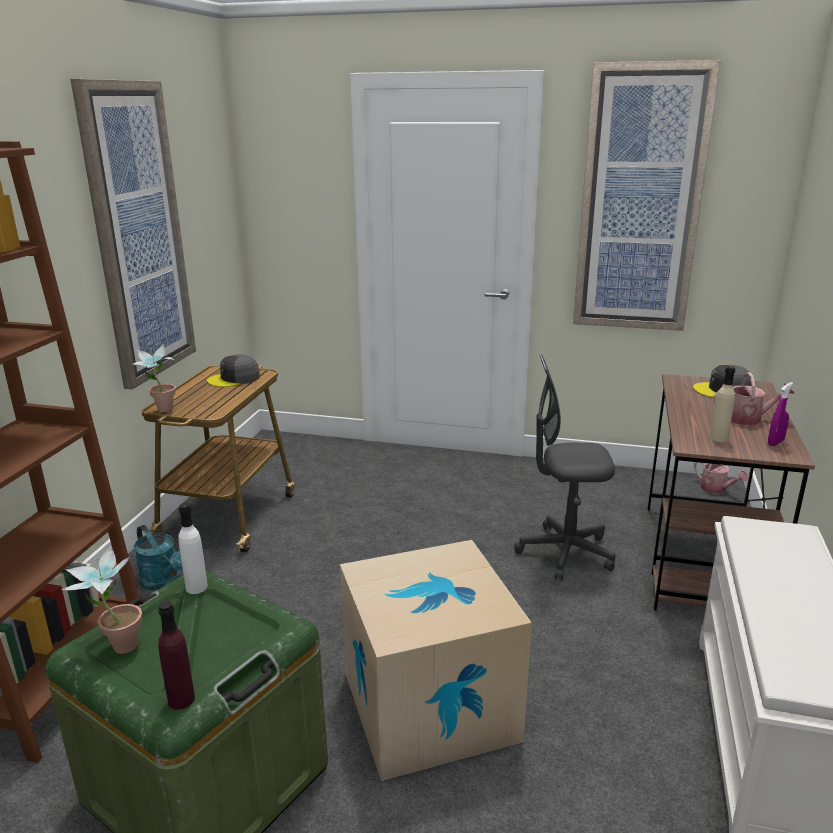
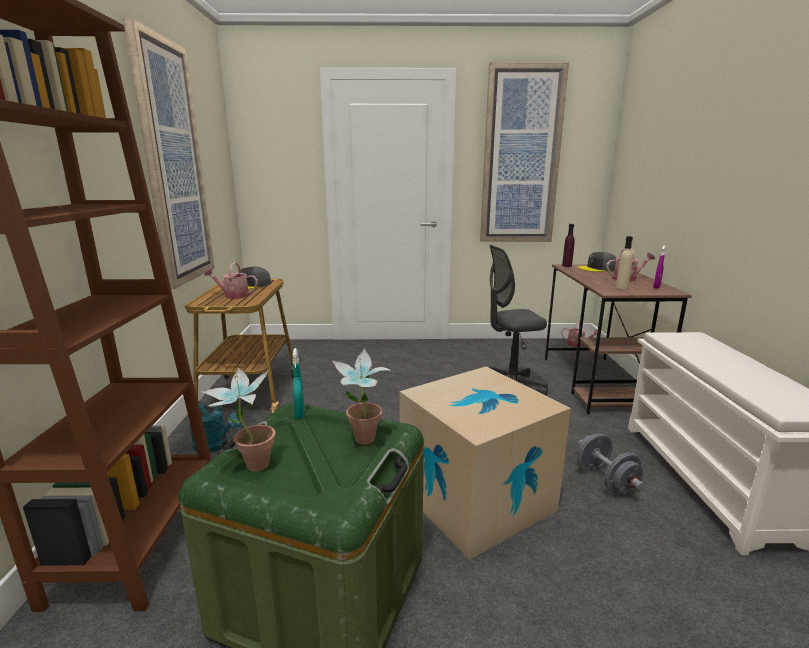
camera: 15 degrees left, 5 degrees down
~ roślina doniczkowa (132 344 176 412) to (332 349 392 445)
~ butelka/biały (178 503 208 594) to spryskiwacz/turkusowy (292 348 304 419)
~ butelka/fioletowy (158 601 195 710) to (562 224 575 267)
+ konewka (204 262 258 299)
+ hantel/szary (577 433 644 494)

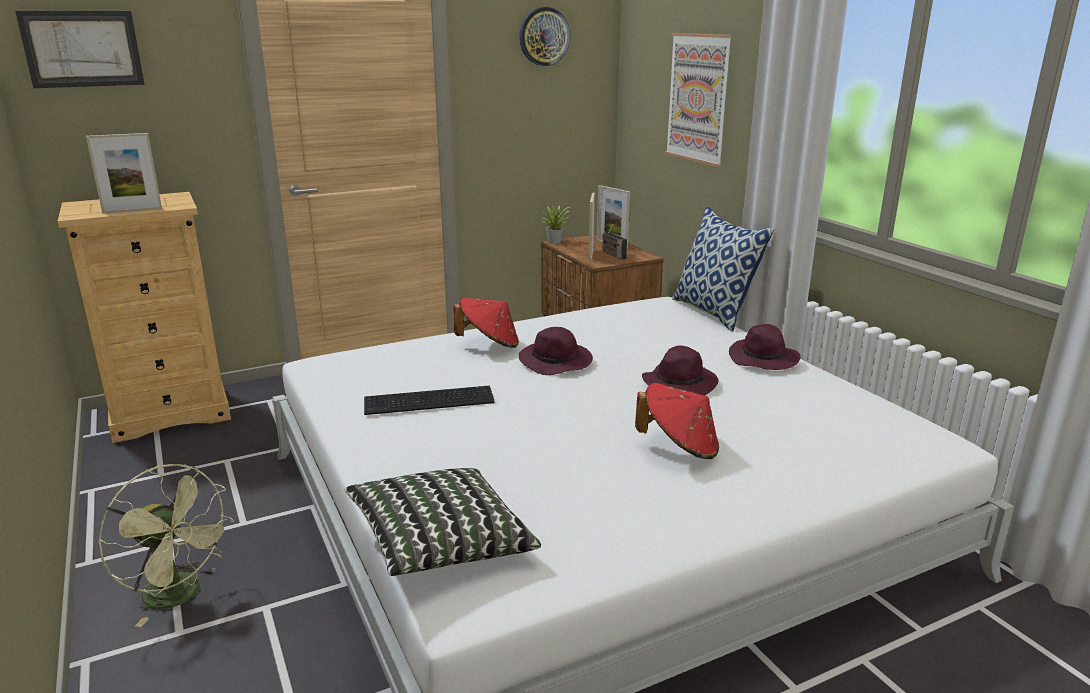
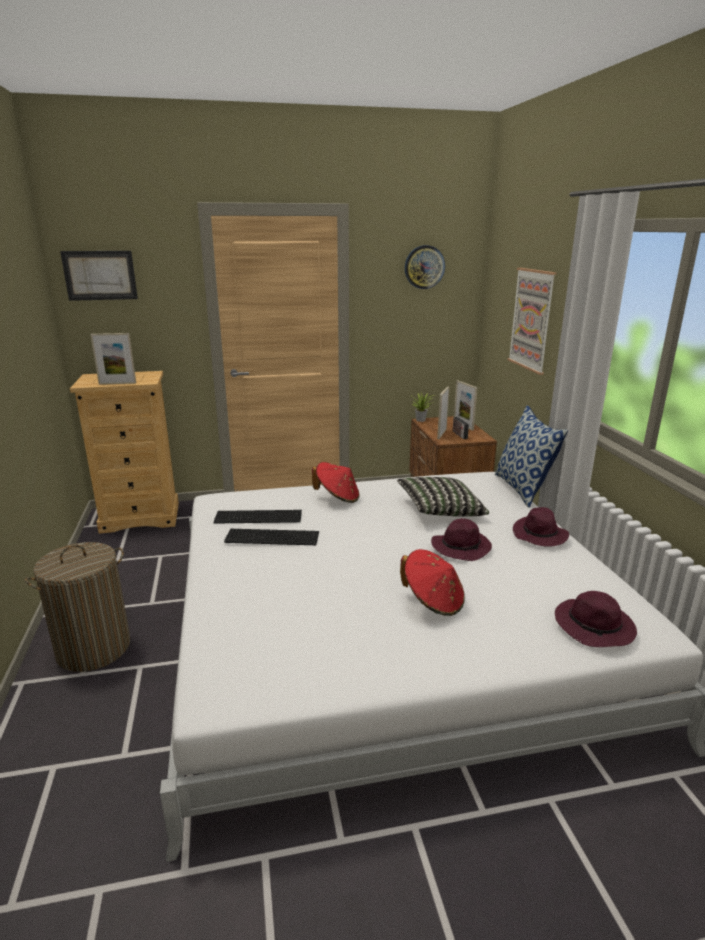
camera: 15 degrees right, 0 degrees up
~ kapelusz/fioletowy (519 327 593 375) to (555 591 637 647)
~ wentylator/zielony (98 464 234 627) to kosz na pranie (25 542 130 672)
~ poduszka (345 468 541 576) to (397 477 489 517)
+ klawiatura (214 510 302 524)

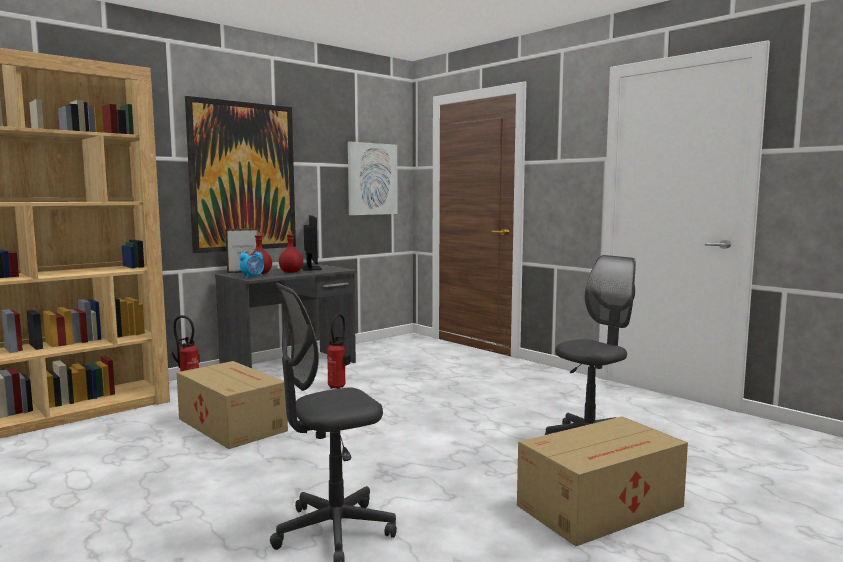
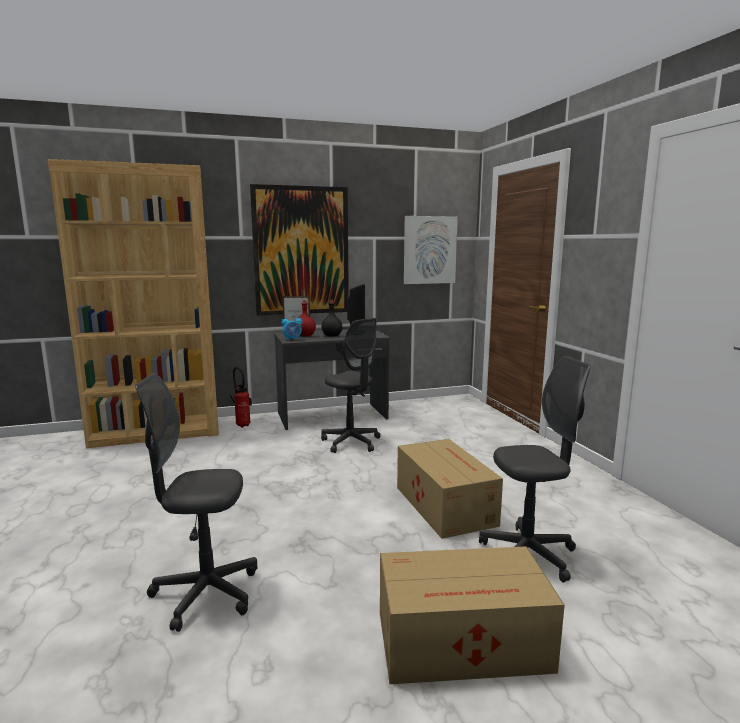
camera: 25 degrees right, 5 degrees up
~ butelka/czerwony (279 231 303 273) to butelka/czarny (321 300 343 337)
~ gaśnica (327 314 350 389) to krzesło biurowe/szary (321 318 381 453)
~ karton (176 361 288 449) to (397 439 503 539)

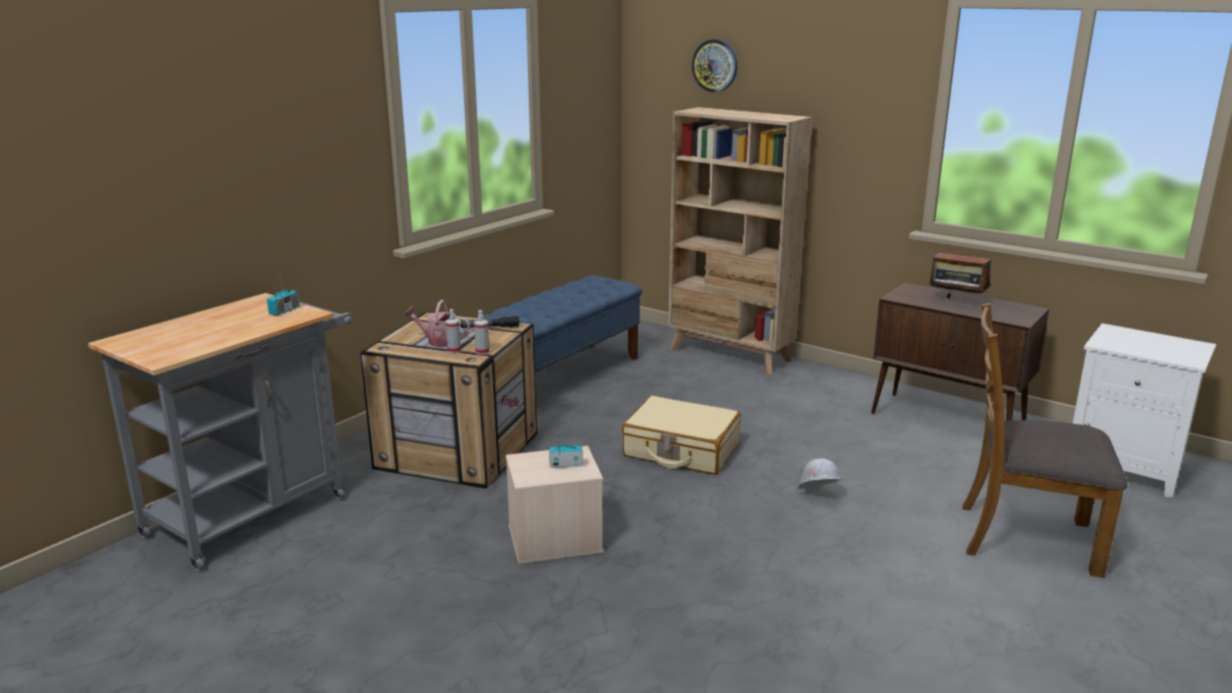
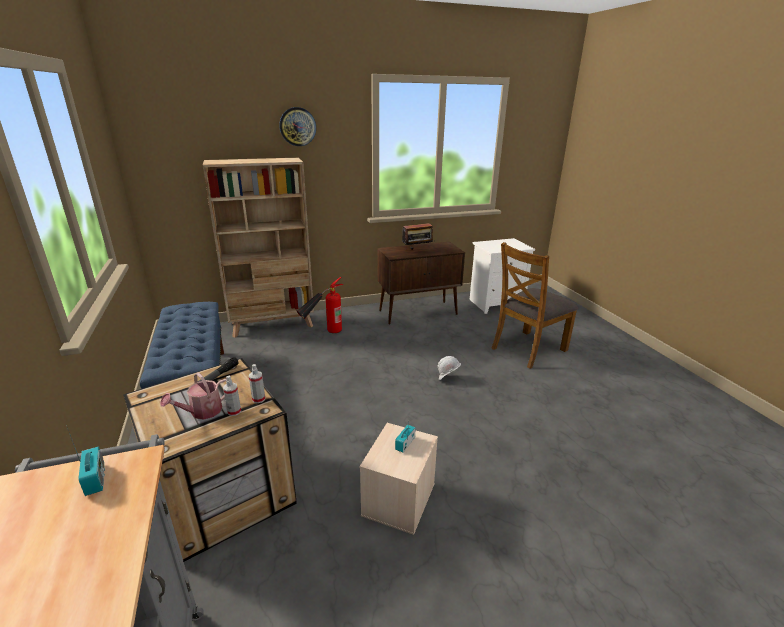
camera: 55 degrees left, 5 degrees up
~ zegar ścienny (692 39 737 92) to (279 107 316 146)
- walizka/beżowy (622 396 741 475)
+ gaśnica (297 277 344 333)

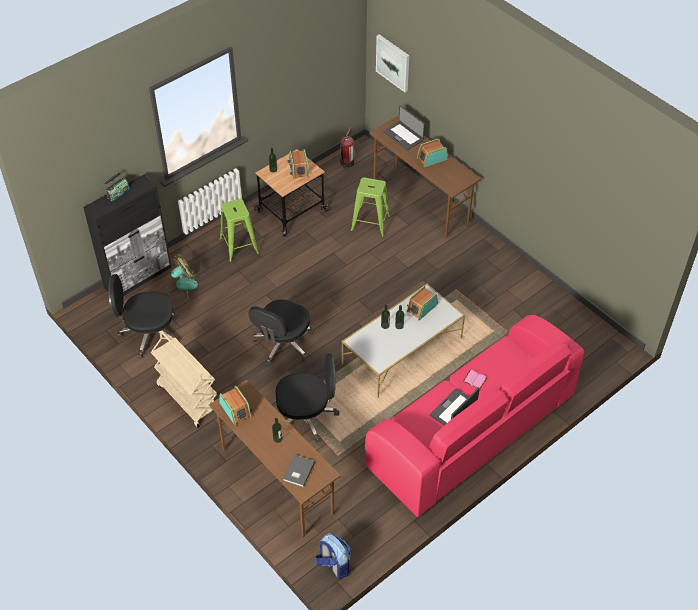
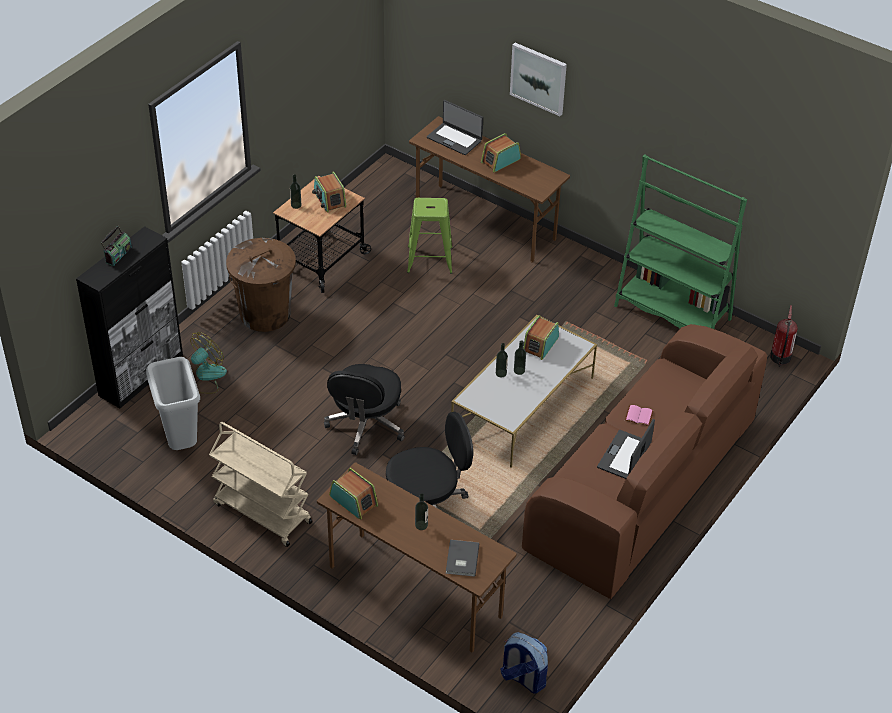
camera: 15 degrees left, 5 degrees down
~ obraz (376 34 409 92) to (510 43 567 116)
~ gaśnica (340 127 354 169) to (770 305 798 367)
~ stołek/zielony (220 199 259 262) to kosz na śmieci/brązowy (226 238 296 332)
~ krzesło biurowe/czarny (108 274 178 358) to kosz na śmieci/szary (146 357 200 450)
~ kanapa/różowy (365 315 585 517) to kanapa/brązowy (522 324 767 599)
+ regał/zielony (614 154 747 329)

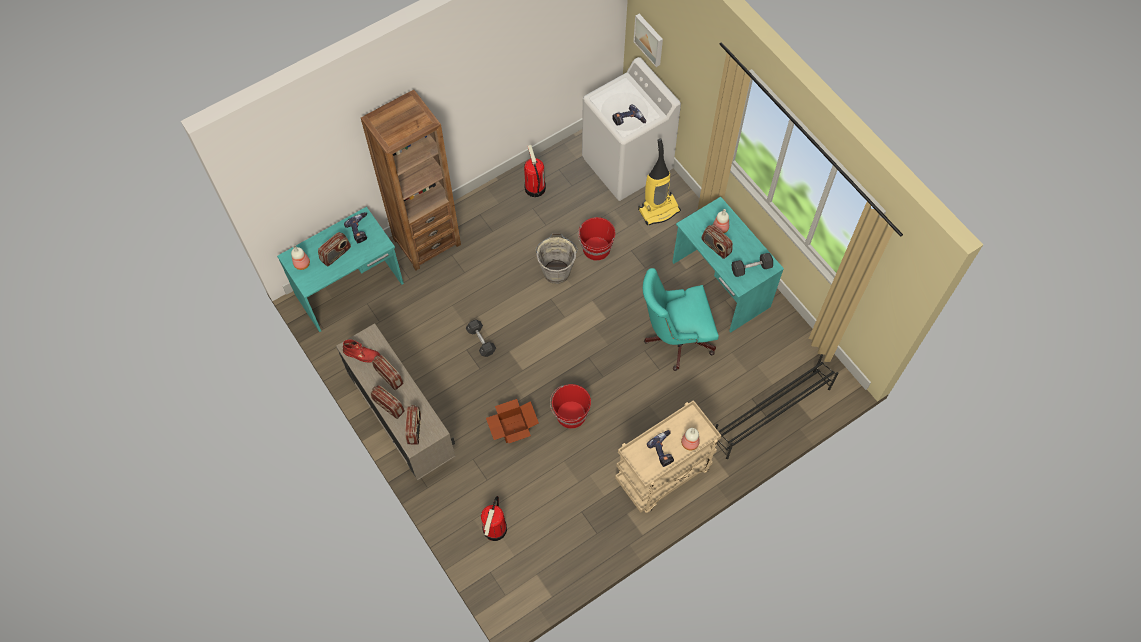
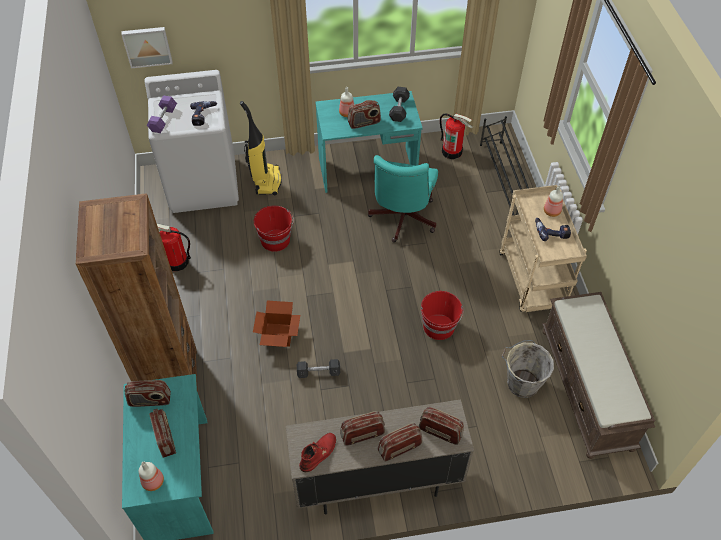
camera: 65 degrees left, 10 degrees down
~ wiertarka (344 212 367 243) to radio (125 380 171 407)
~ wiadro/szary (535 233 578 284) to (501 340 554 398)
~ karton (486 399 539 443) to (253 300 300 347)
~ gaśnica (481 496 507 541) to (440 113 473 159)
+ hantel/fioletowy (146 95 177 133)
+ ławka/brązowy (542 292 655 459)

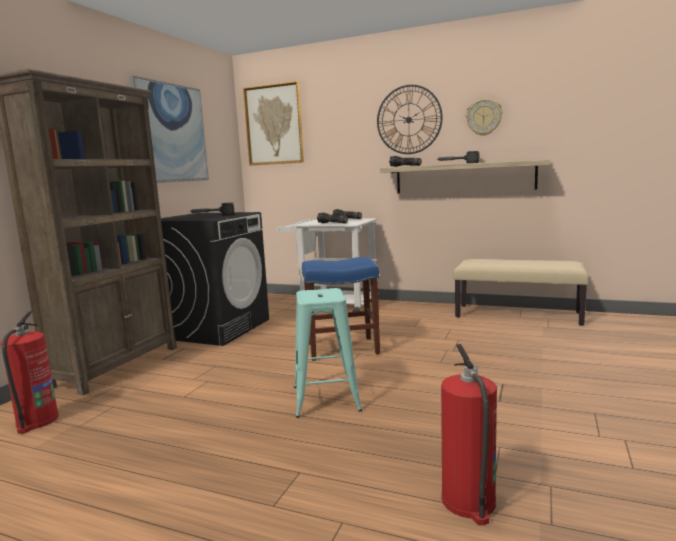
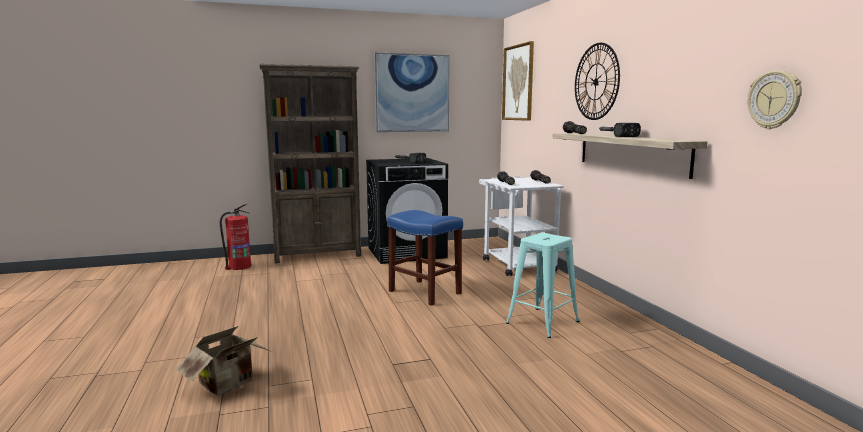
camera: 50 degrees right, 0 degrees up
~ zegar ścienny (466 99 502 136) to (748 70 802 129)
- ławka/beżowy (453 259 589 326)
~ stołek/turkusowy (294 288 362 418) to (506 233 579 338)
~ gaśnica (441 344 497 525) to karton (175 326 269 396)

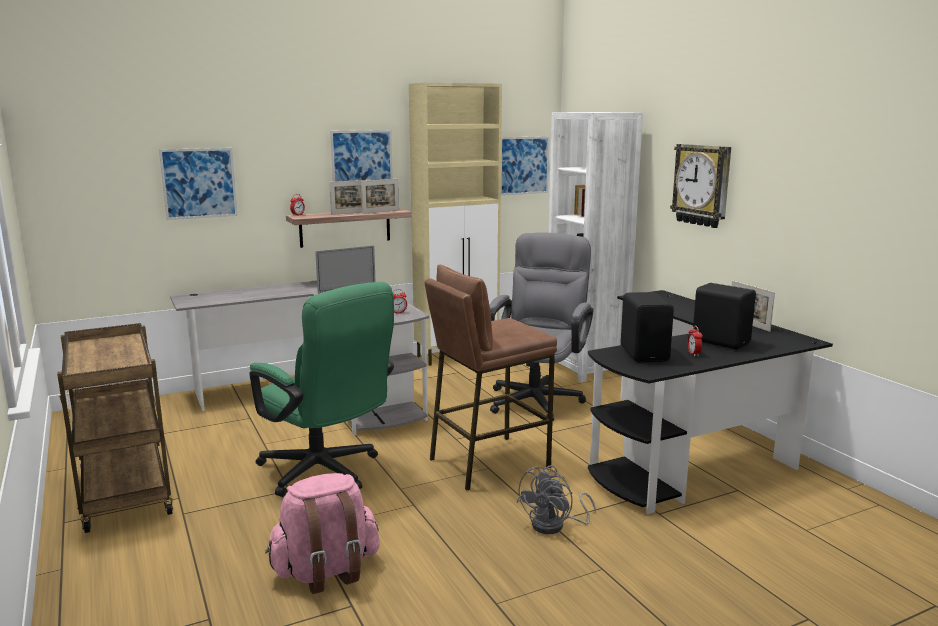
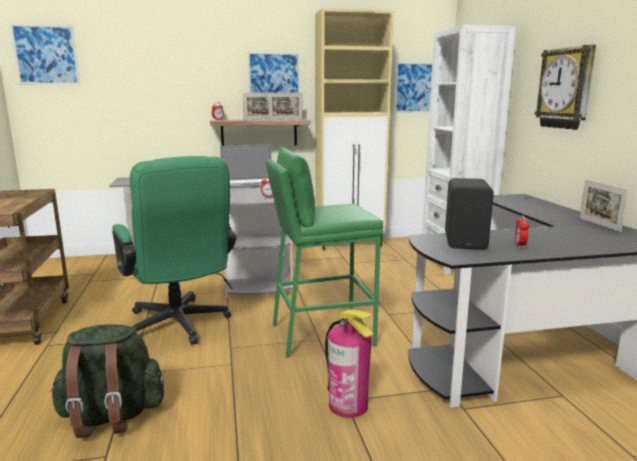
camera: 15 degrees right, 0 degrees up
~ obraz (159 148 238 220) to (10 24 80 85)
- krzesło biurowe/szary (489 233 594 421)
~ stołek/brązowy (425 264 557 491) to stołek/zielony (266 147 383 358)
- głośnik/czarny (693 283 756 350)
~ wentylator/szary (517 465 596 534) to gaśnica (325 309 374 418)
~ plecak/różowy (265 473 380 594) to plecak/zielony (50 324 164 438)

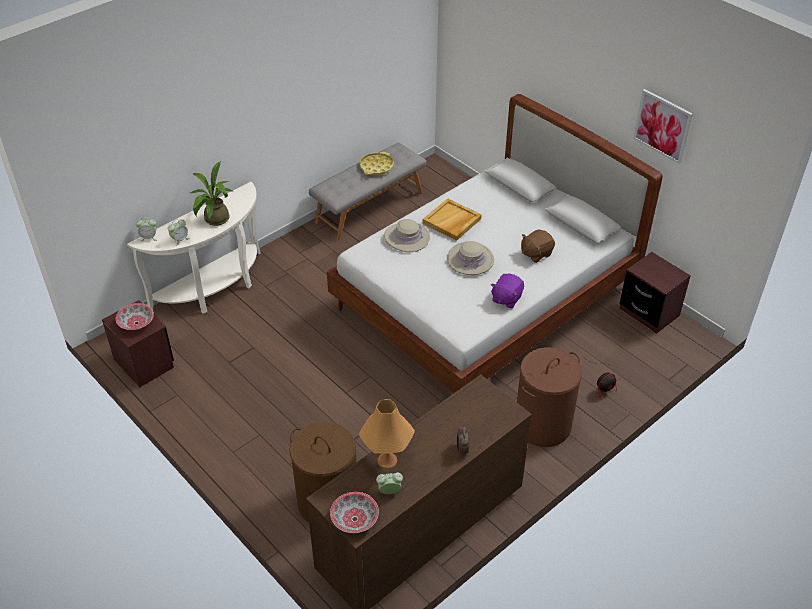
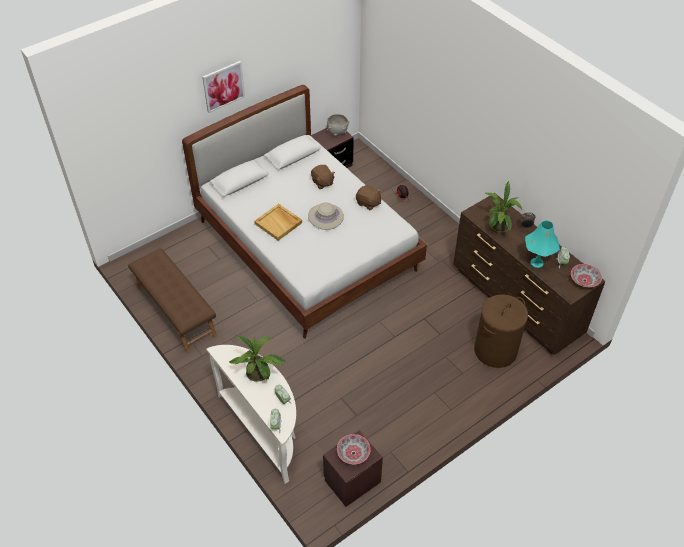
camera: 85 degrees left, 5 degrees up
~ obraz (633 89 693 164) to (202 61 245 113)
~ ławka/szary (309 143 427 241) to ławka/brązowy (128 248 217 353)
- taca/żółty (360 152 394 175)
- kapelusz/beżowy (384 219 430 252)
~ pluszak/fioletowy (491 274 524 308) to pluszak/brązowy (356 185 381 210)
- kosz na pranie/brązowy (517 347 582 447)
~ lampa stołowa/pomarańczowy (359 399 415 469) to lampa stołowa/turkusowy (525 220 560 268)
+ miska/szary (327 114 350 136)
+ roślina doniczkowa (485 181 522 233)

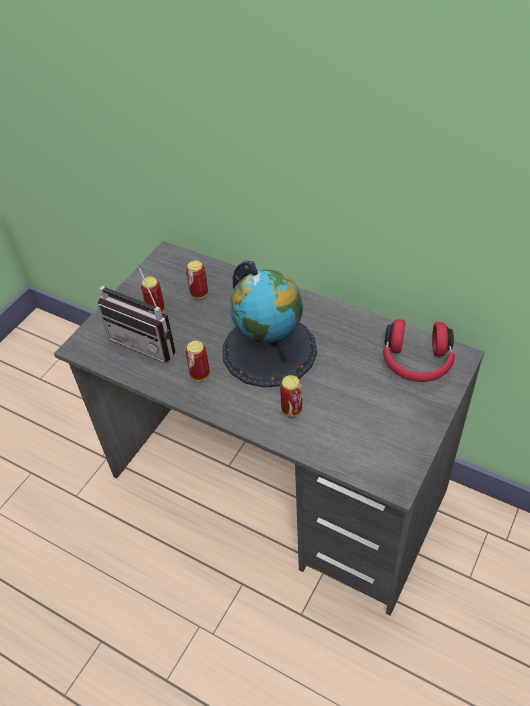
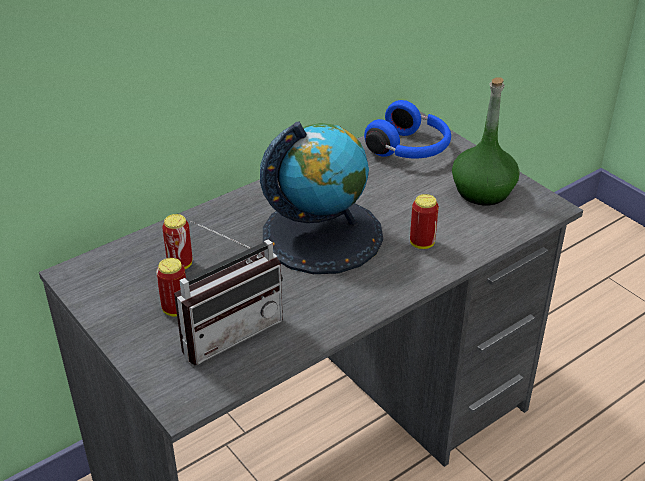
camera: 70 degrees left, 10 degrees down
~ słuchawki/czerwony (383 319 455 382) to słuchawki/niebieski (364 100 451 158)
- puszka (185 341 210 381)
+ butelka/zielony (452 78 520 205)

